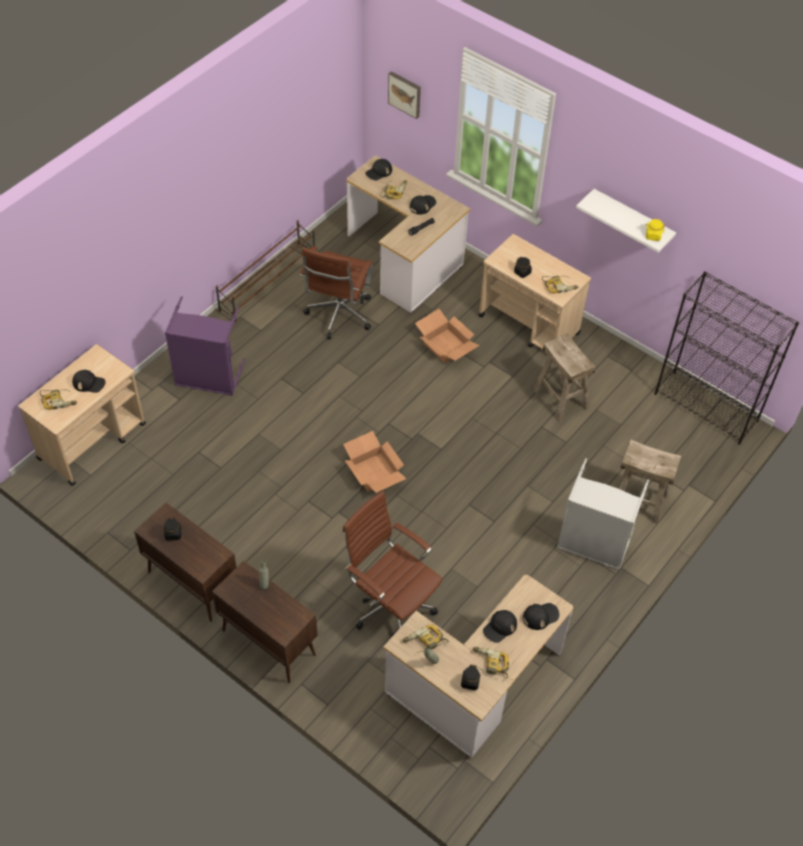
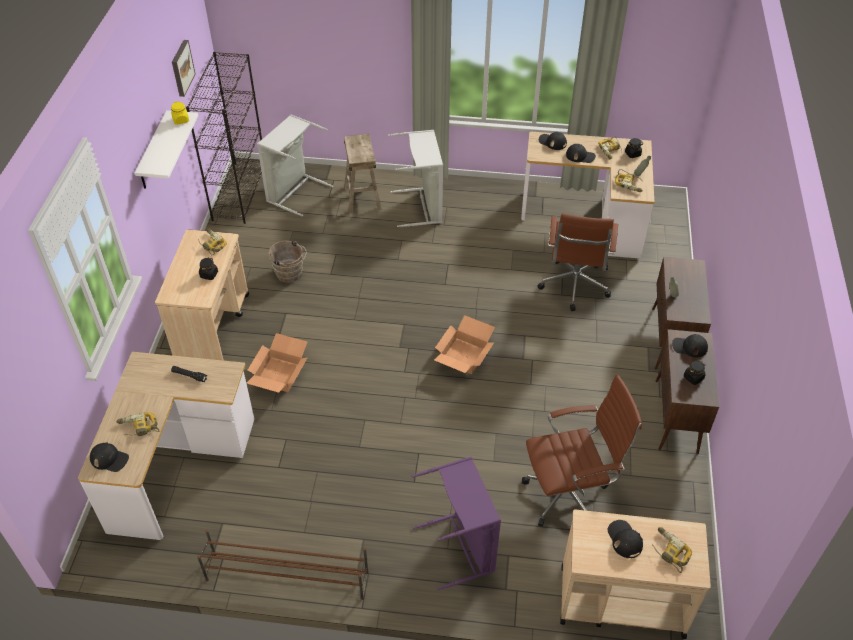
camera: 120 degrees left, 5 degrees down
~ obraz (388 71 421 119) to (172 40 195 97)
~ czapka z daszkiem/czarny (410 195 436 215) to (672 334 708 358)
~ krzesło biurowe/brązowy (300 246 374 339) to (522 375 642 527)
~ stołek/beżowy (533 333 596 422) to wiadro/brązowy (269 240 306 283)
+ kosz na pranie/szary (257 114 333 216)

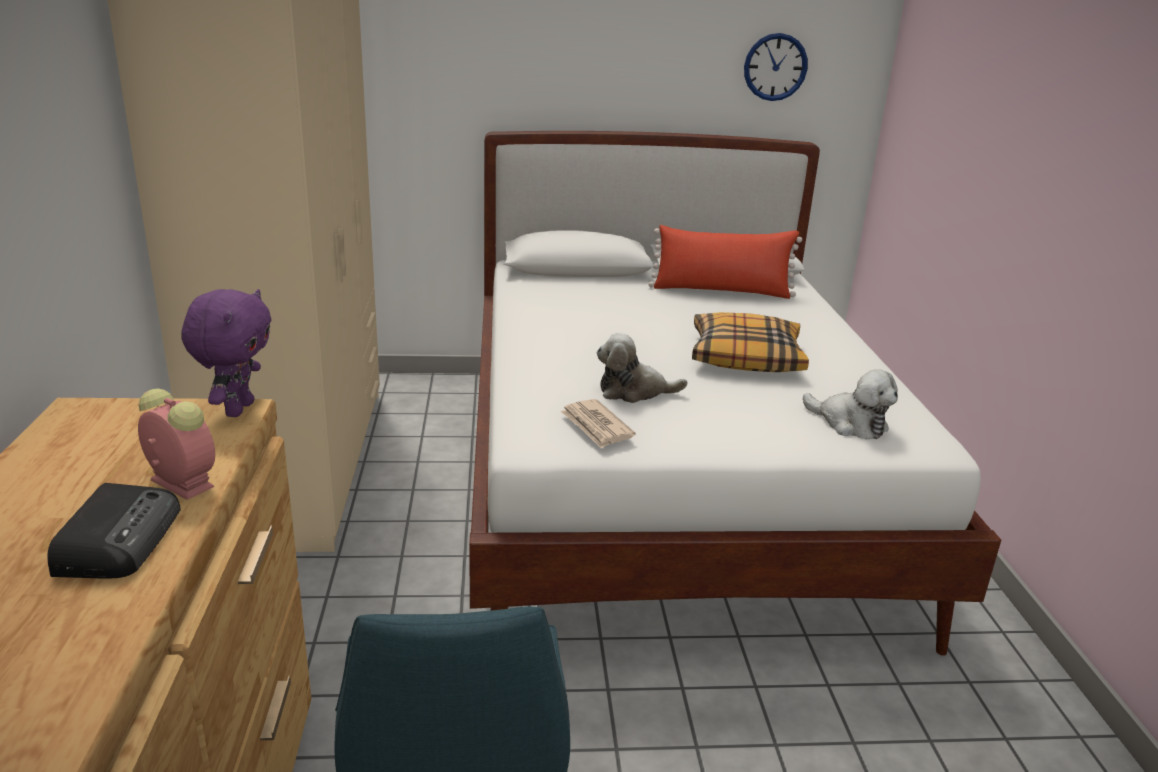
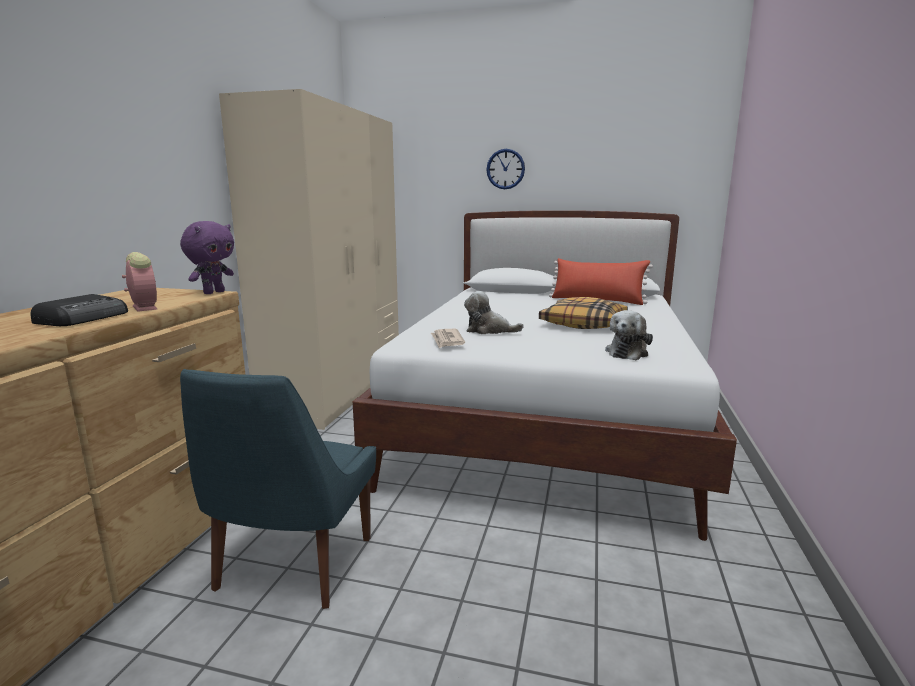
camera: 20 degrees right, 10 degrees down
~ zegar ścienny (744 33 808 101) to (486 149 525 189)
~ pluszak (803 369 898 439) = (605 310 653 360) 60 degrees clockwise

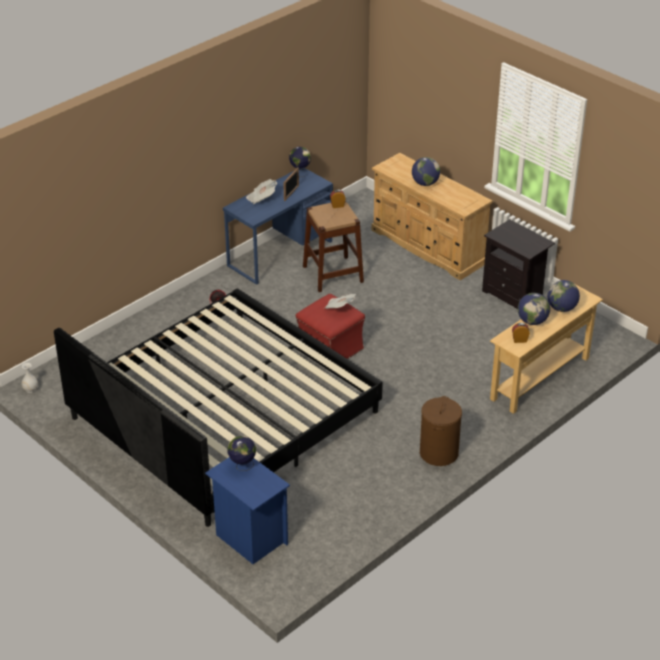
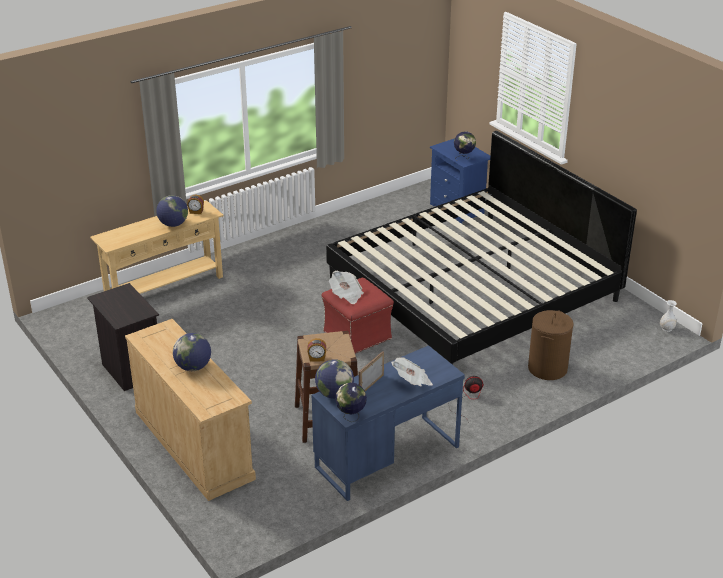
camera: 170 degrees left, 5 degrees down
~ globus (547 280 580 312) to (315 359 354 399)
~ kosz na pranie/brązowy (420 396 462 466) to (528 310 574 380)

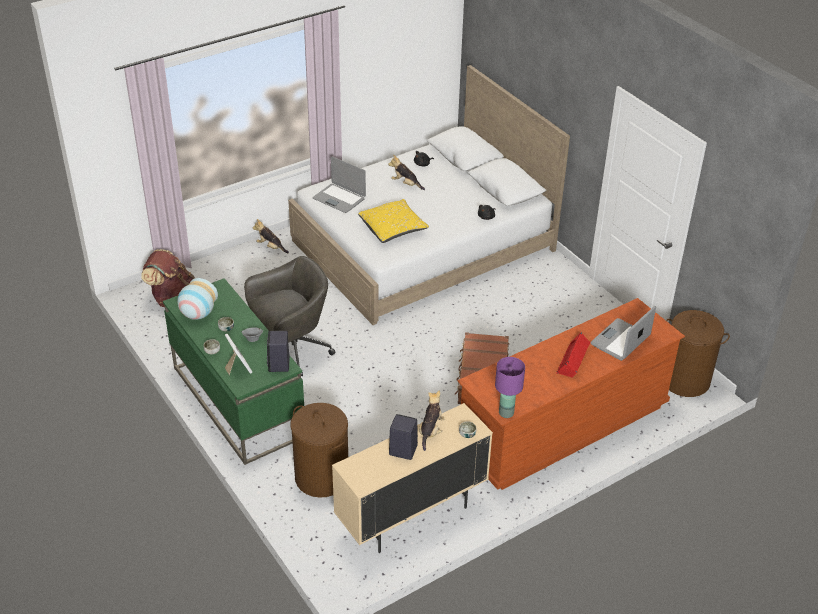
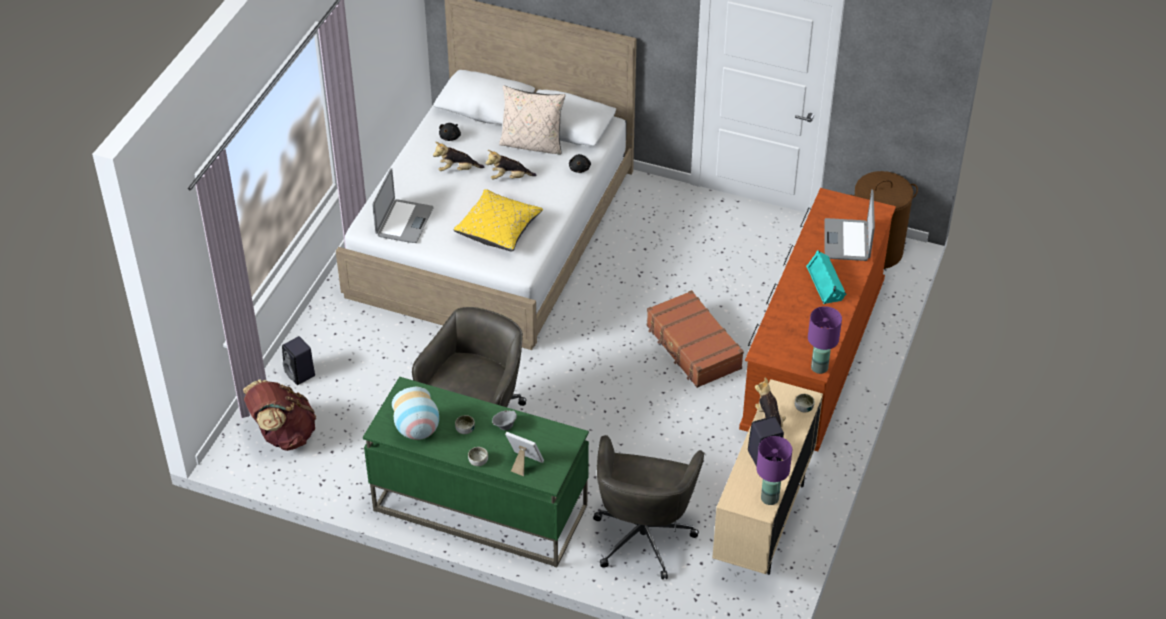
camera: 35 degrees left, 5 degrees up
~ laptop (312 156 366 213) = (372 168 434 243) 75 degrees counterclockwise
~ pluszak (253 219 289 253) to (486 150 537 179)
~ głośnik/czarny (267 331 290 372) to (282 336 315 385)
~ głośnik/czerwony (556 332 591 378) to głośnik/turkusowy (806 250 846 304)
~ kosz na pranie/brązowy (291 403 348 498) to krzesło biurowe/szary (593 435 704 580)
+ poduszka/beżowy (499 85 566 155)
+ lampa stołowa/fioletowy (756 436 792 505)

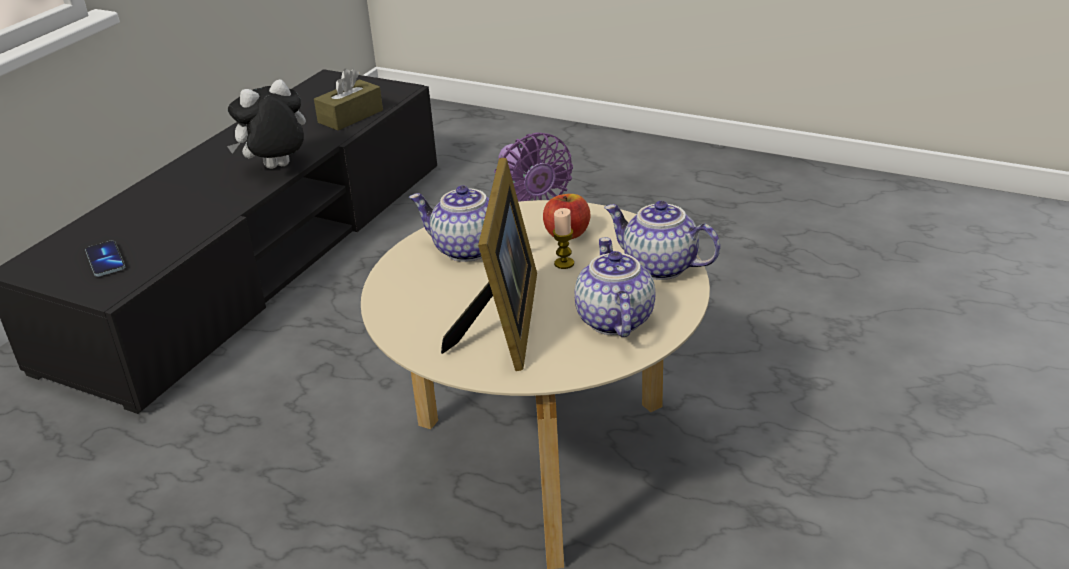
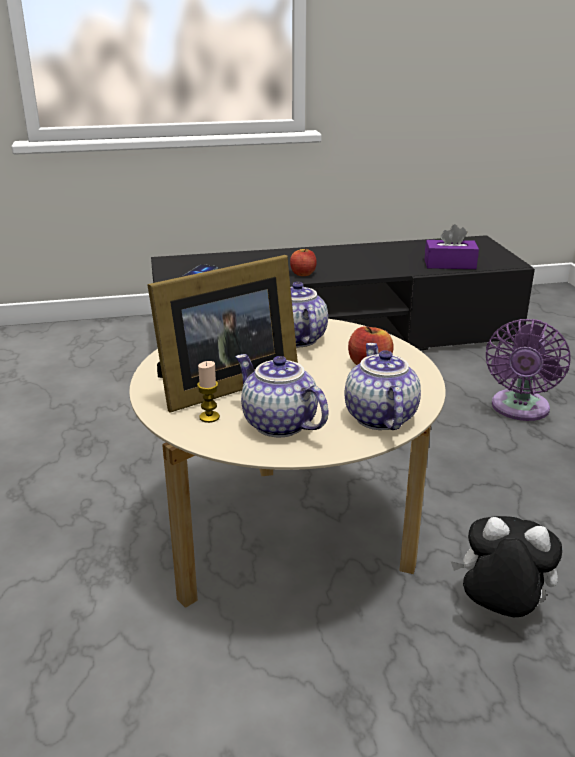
camera: 50 degrees right, 5 degrees down
~ pudełko chusteczek/brązowy (314 69 383 130) to pudełko chusteczek/fioletowy (424 224 479 269)
~ pluszak (227 79 306 169) to (451 516 562 617)
~ świeca (553 208 574 269) to (197 361 220 423)
~ imbryk (574 237 655 337) = (235 354 329 437) 90 degrees counterclockwise
+ jabłko (290 249 317 276)

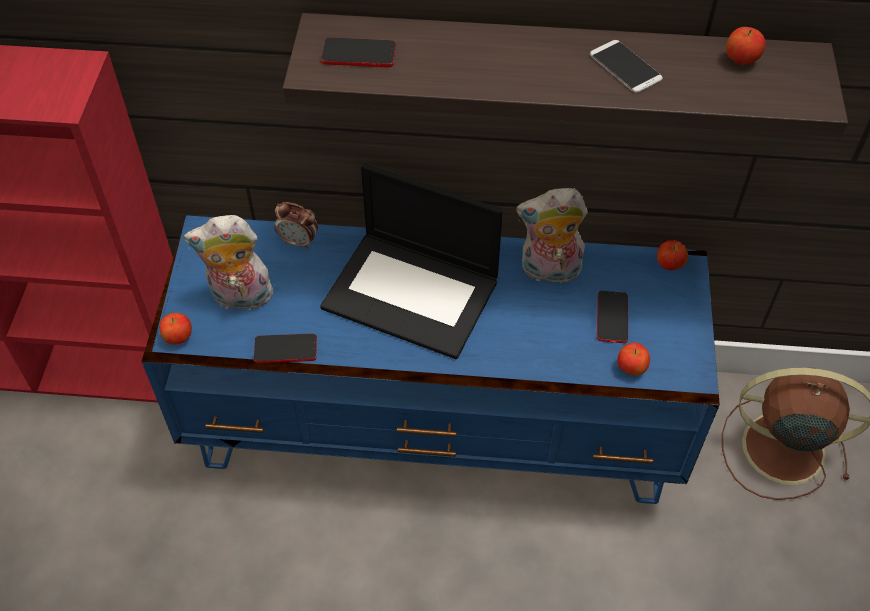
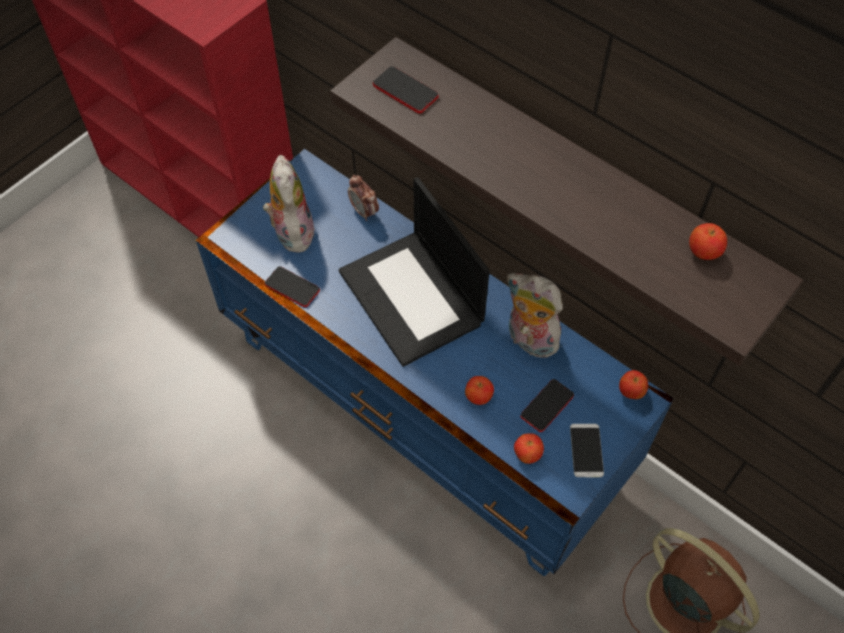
camera: 35 degrees right, 5 degrees up
~ telefon (590 40 663 93) to (570 424 604 477)
~ pluszak (184 215 276 310) = (263 155 315 253) 45 degrees clockwise
~ jabłko (160 313 192 344) to (465 376 494 405)

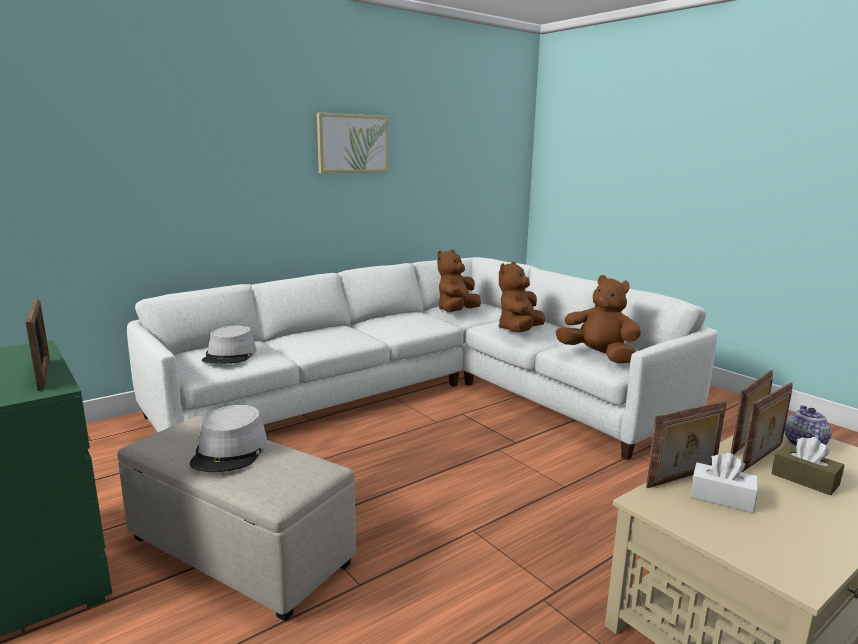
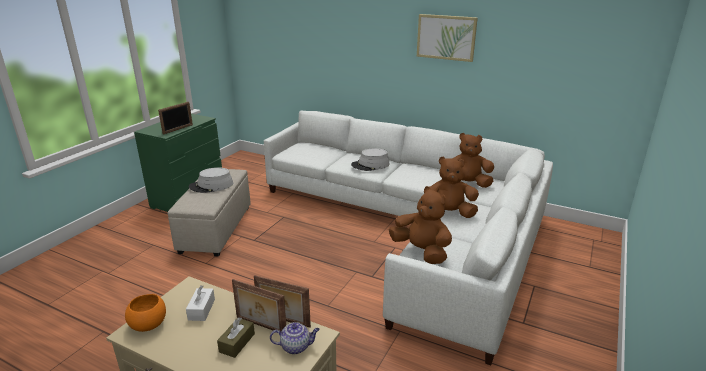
camera: 65 degrees right, 10 degrees up
~ pluszak/brązowy (556 275 641 363) = (389 186 452 264) 60 degrees counterclockwise
~ kapelusz/szary (202 325 256 364) to (351 148 390 171)
- ramka na zdjęcie (646 401 727 488)
+ miska/pomarańczowy (125 294 166 332)

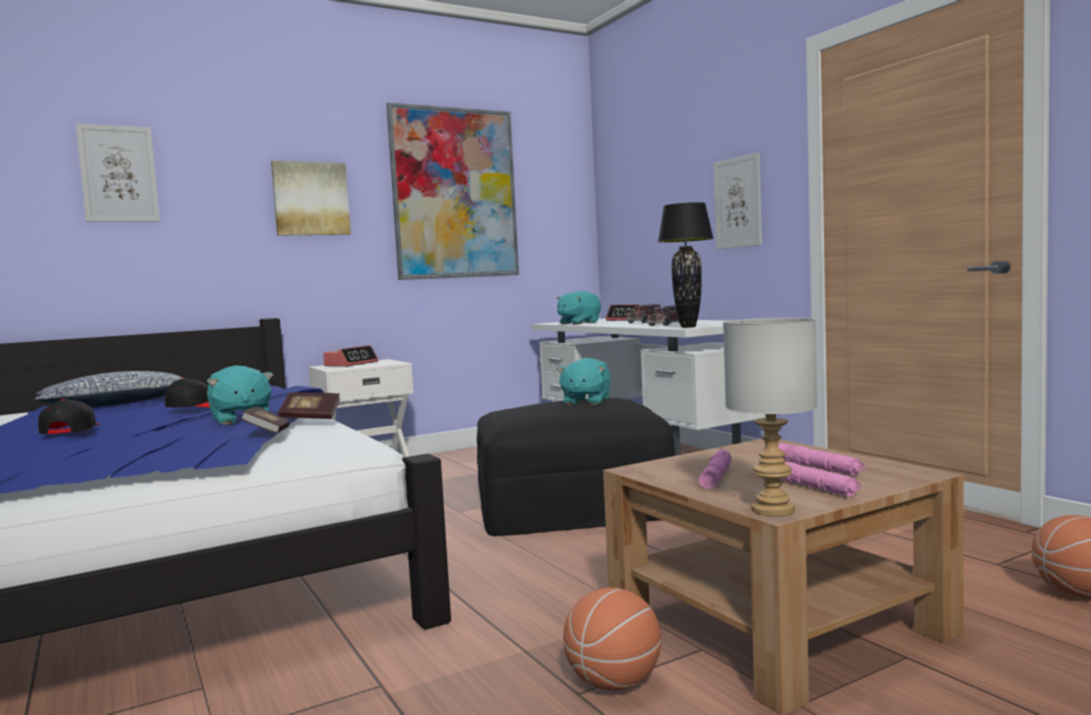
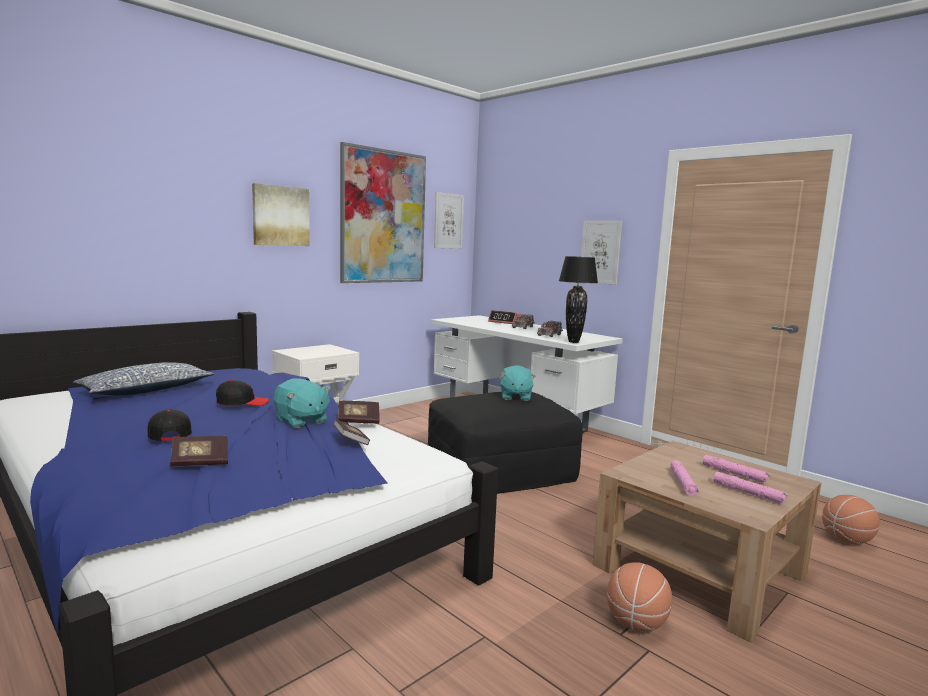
camera: 15 degrees left, 5 degrees up
~ obraz (76 124 160 222) to (434 192 464 249)
- pluszak/turkusowy (557 291 601 324)
- lampa stołowa/szary (723 318 817 517)
- budzik (323 345 378 367)
+ książka (170 436 228 467)

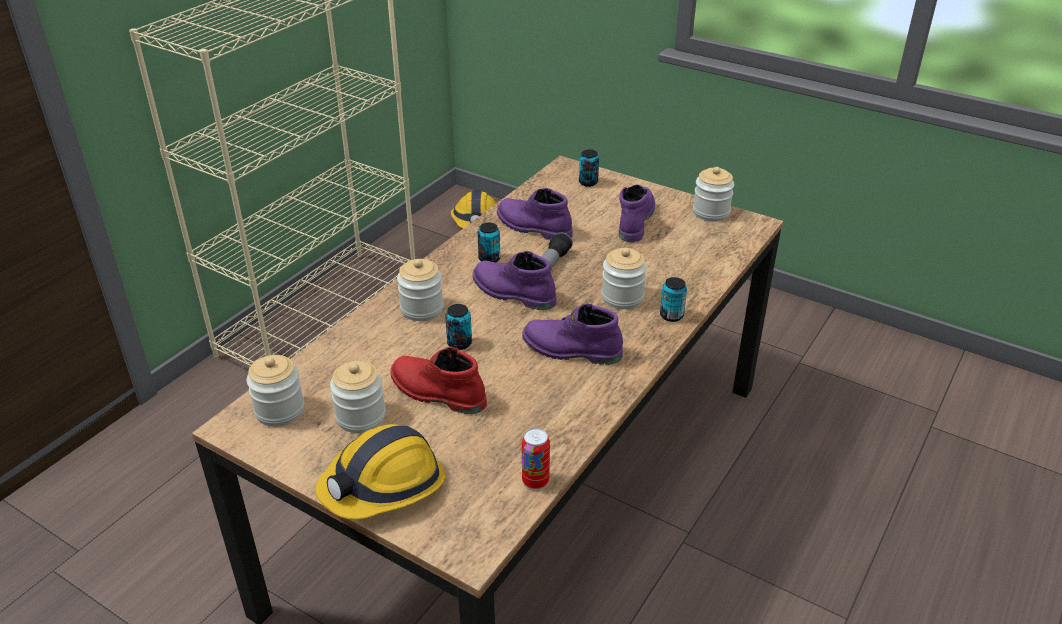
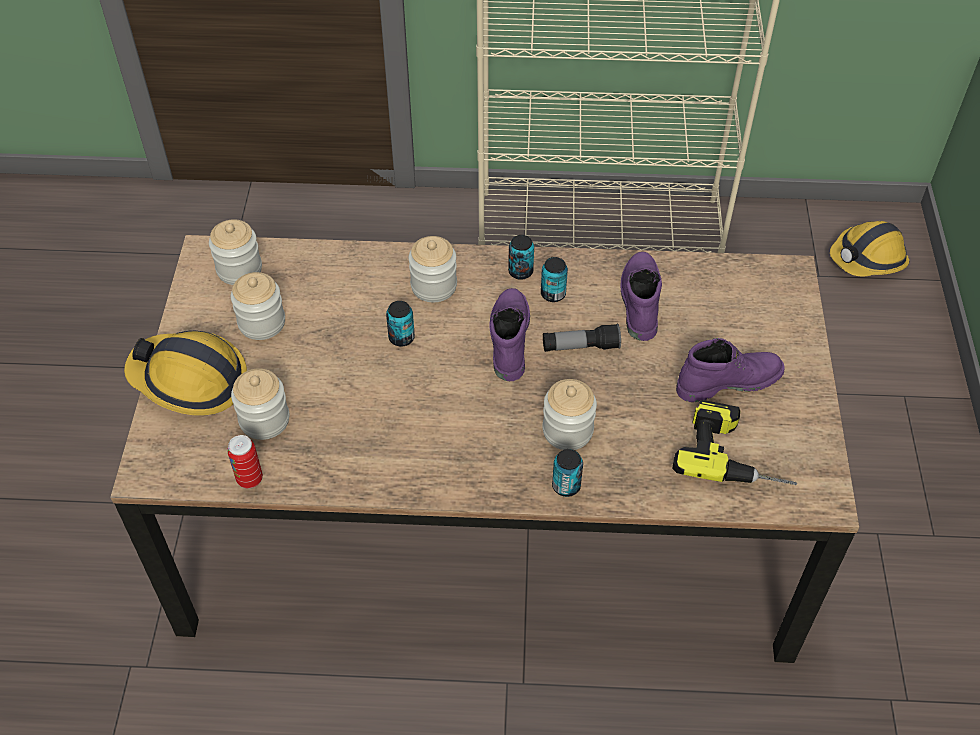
camera: 60 degrees right, 15 degrees up
~ puszka (579 149 599 187) to (508 235 534 280)
~ słoik (693 167 734 222) to (231 368 289 440)
- but z cholewką/fioletowy (522 303 623 365)
- but z cholewką/czerwony (391 346 487 414)
+ wiertarka (672 400 797 485)

